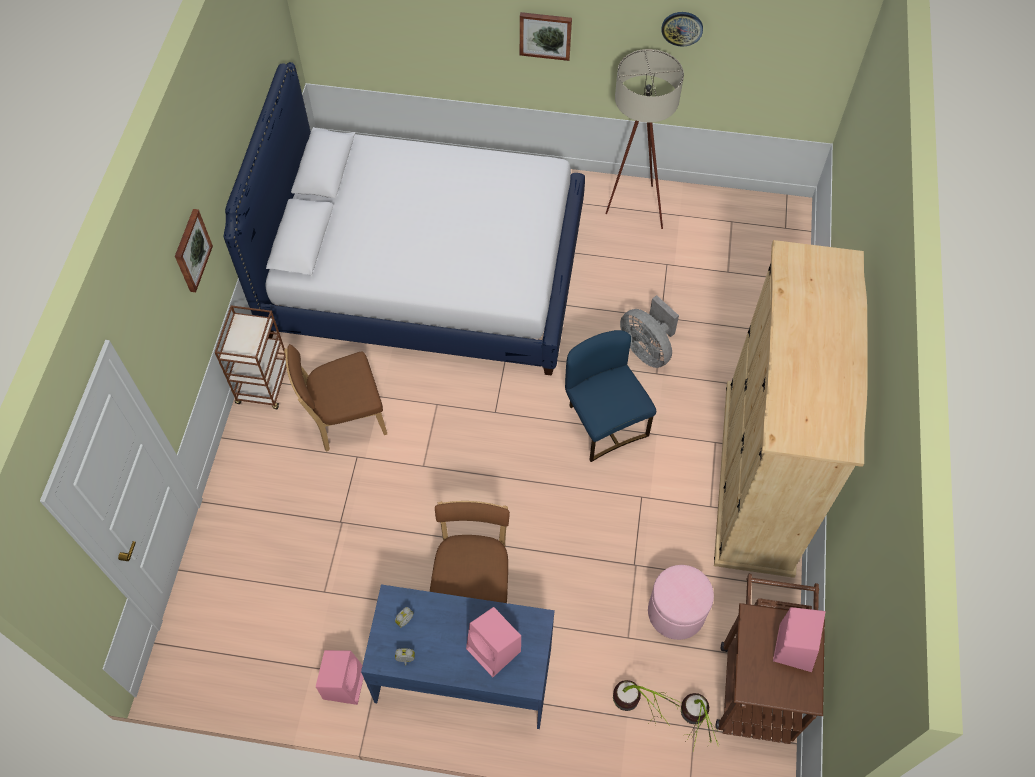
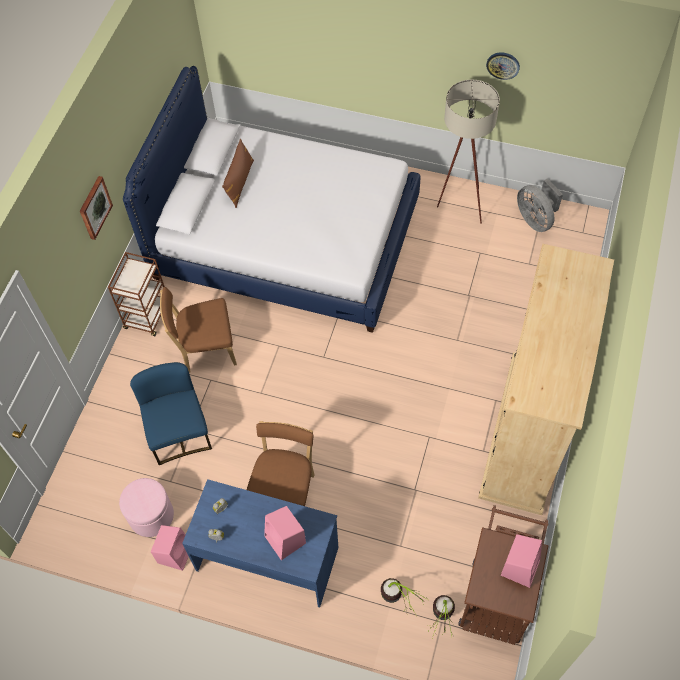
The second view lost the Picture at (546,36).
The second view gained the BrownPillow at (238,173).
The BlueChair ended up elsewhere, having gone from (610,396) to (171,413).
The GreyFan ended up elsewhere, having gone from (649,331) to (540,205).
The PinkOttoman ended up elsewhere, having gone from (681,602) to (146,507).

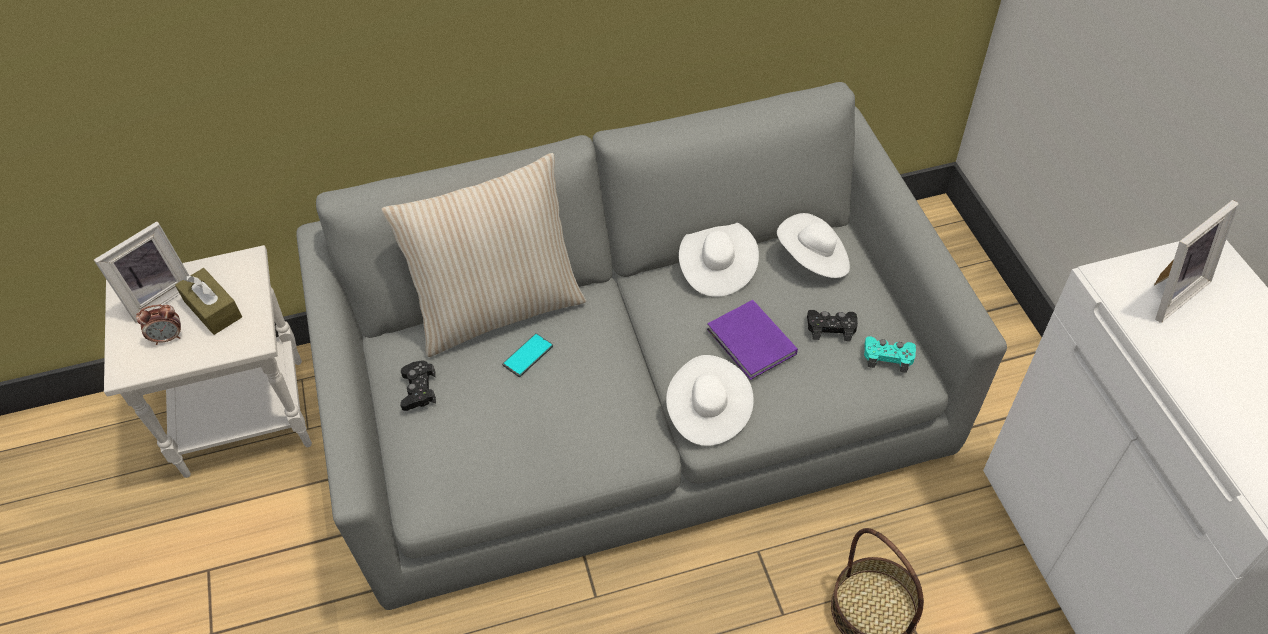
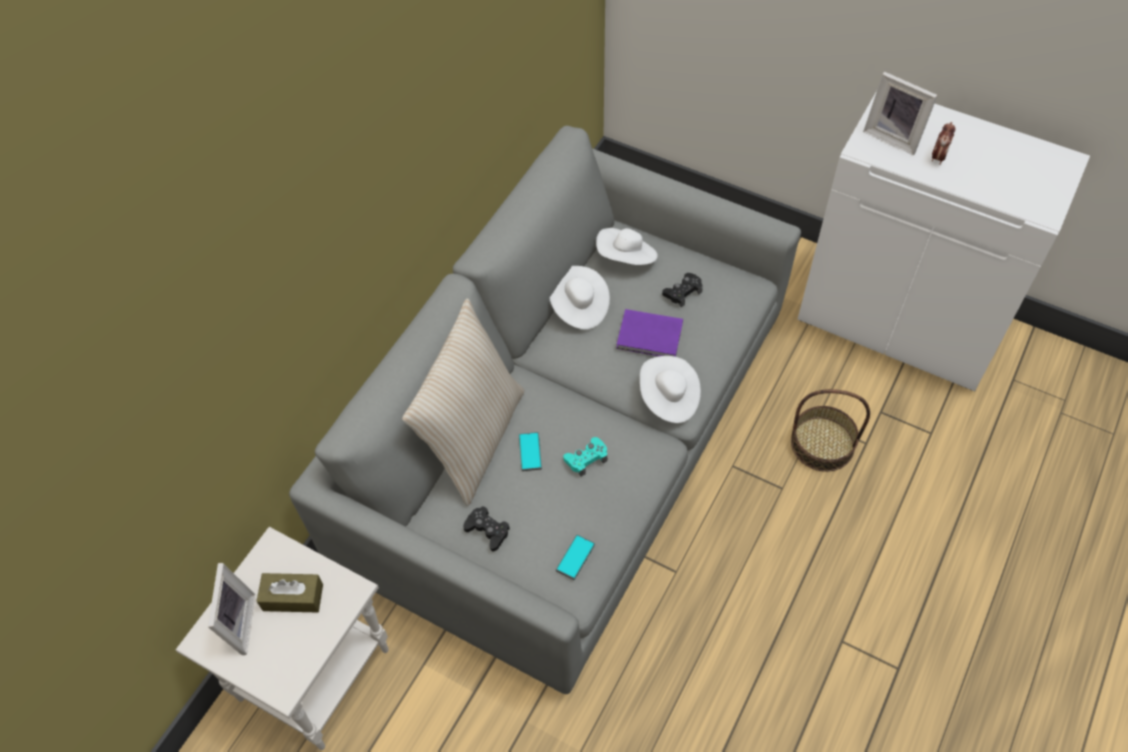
The second view gained the Phone at (575,557).
The AlarmClock ended up elsewhere, having gone from (158,325) to (943,143).
The TurquoiseGameController ended up elsewhere, having gone from (890,354) to (585,457).
The PictureFrame at (1196,261) ended up facing another way, 120 degrees clockwise from before.

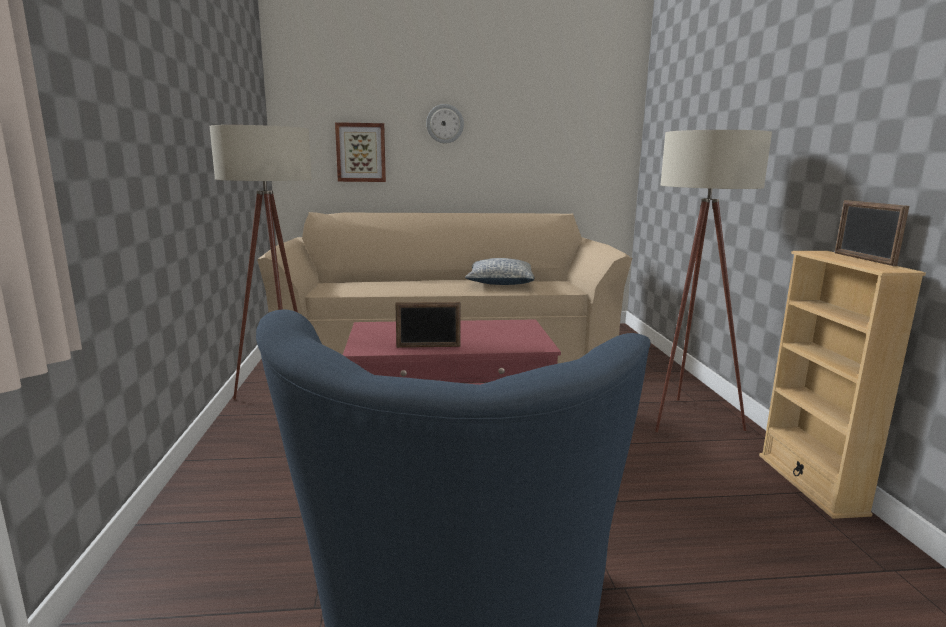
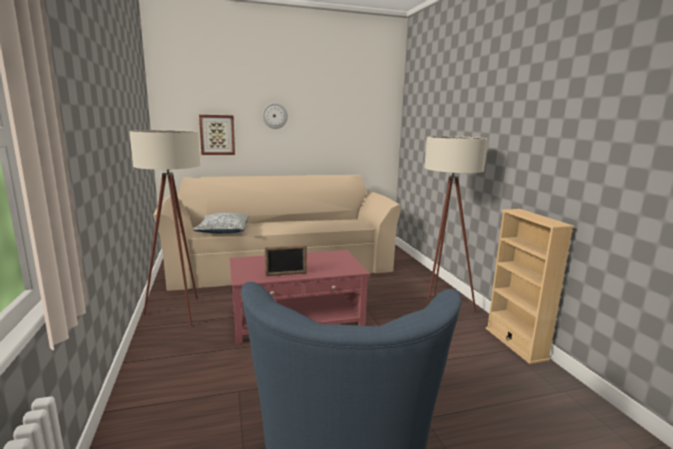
The second view lost the PictureFrame at (872,233).
The Pillow ended up elsewhere, having gone from (500,271) to (221,223).

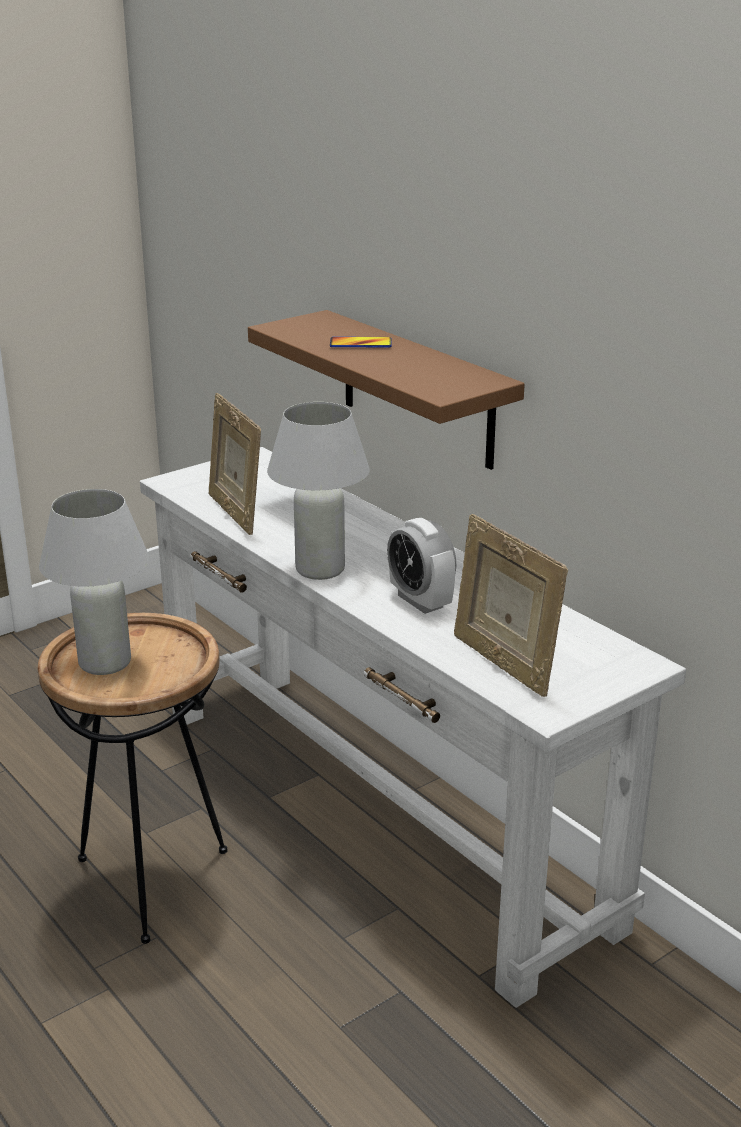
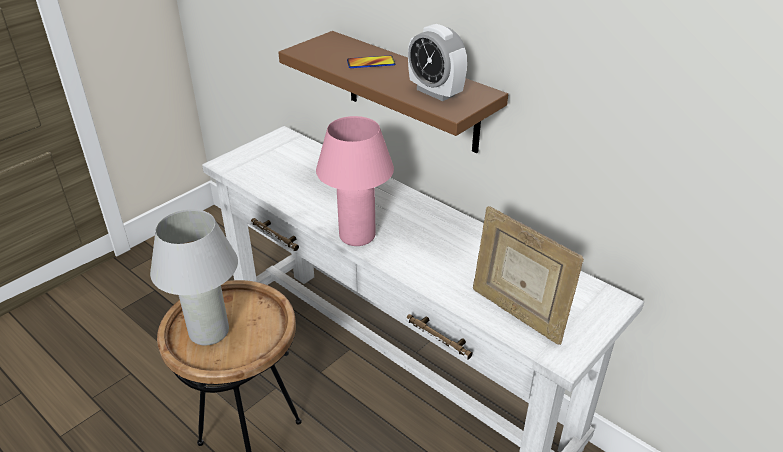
The second view lost the PictureFrame at (235,464).
The AlarmClock ended up elsewhere, having gone from (421,566) to (437,62).
What was the WhiteTableLamp at (318,491) turned into the PinkTableLamp at (355,181).

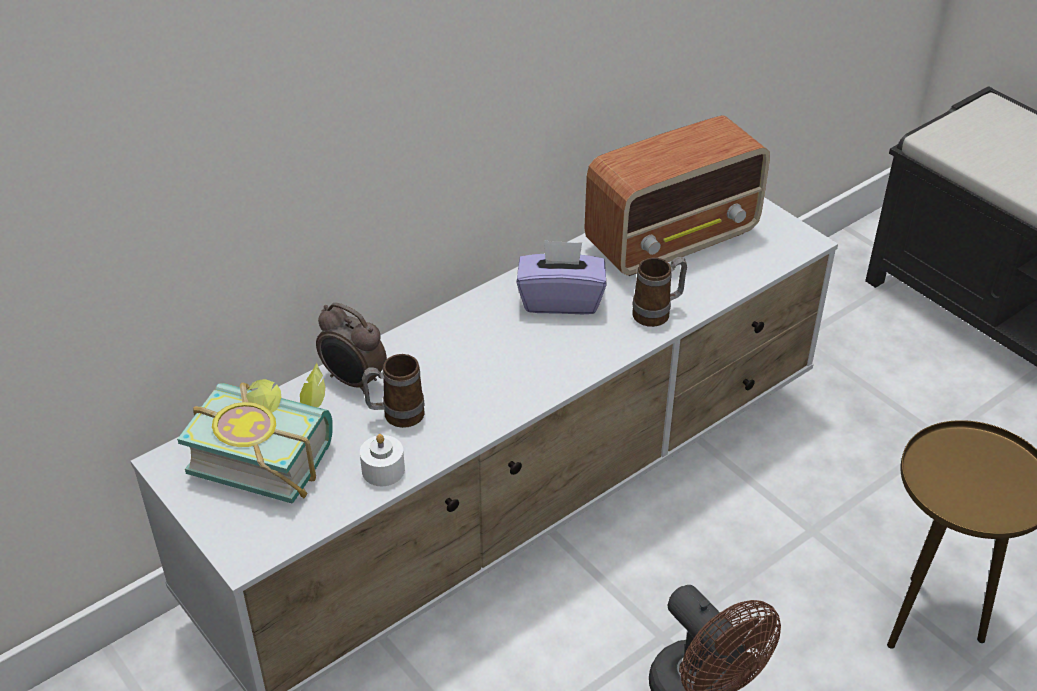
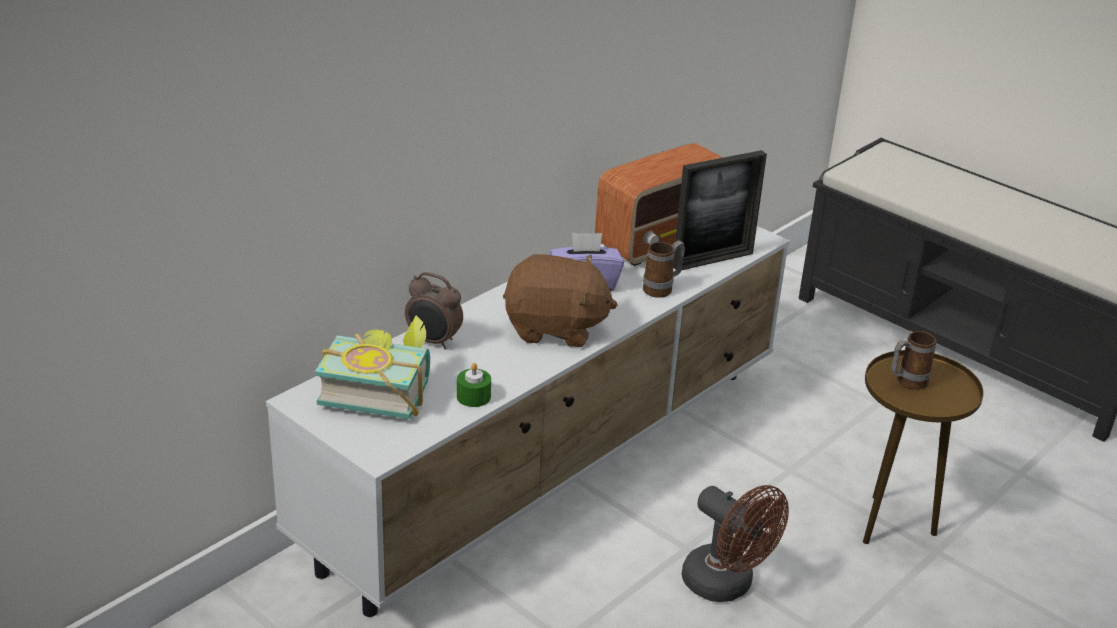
The second view gained the BrownPlushToy at (560,300).
The second view gained the PictureFrame at (720,210).
The Mug ended up elsewhere, having gone from (393,391) to (913,360).
What was the WhiteCandle at (382,460) turned into the GreenCandle at (474,385).

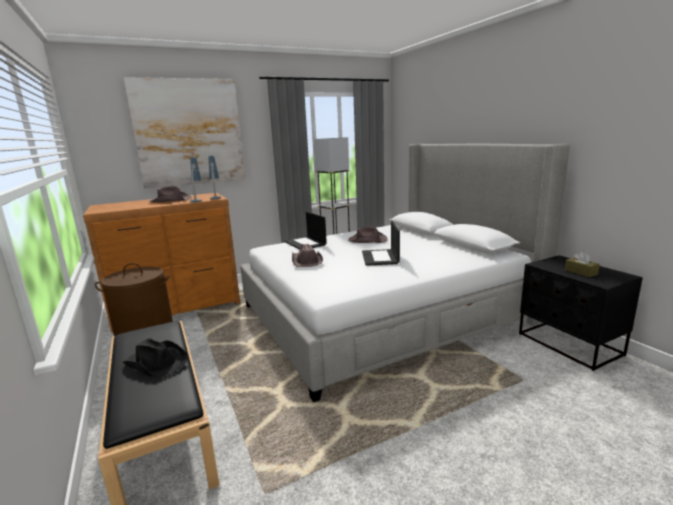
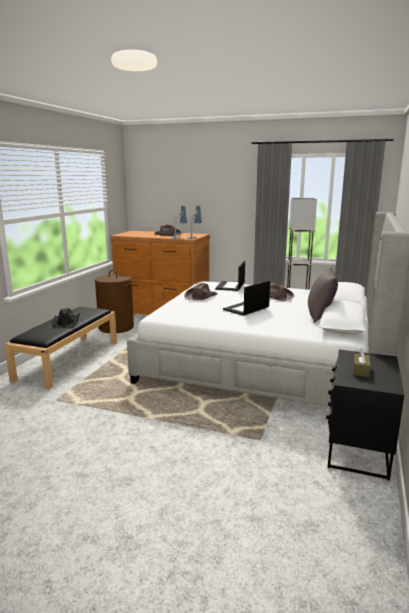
The second view lost the Picture at (184,133).
The second view gained the GreyPillow at (323,295).

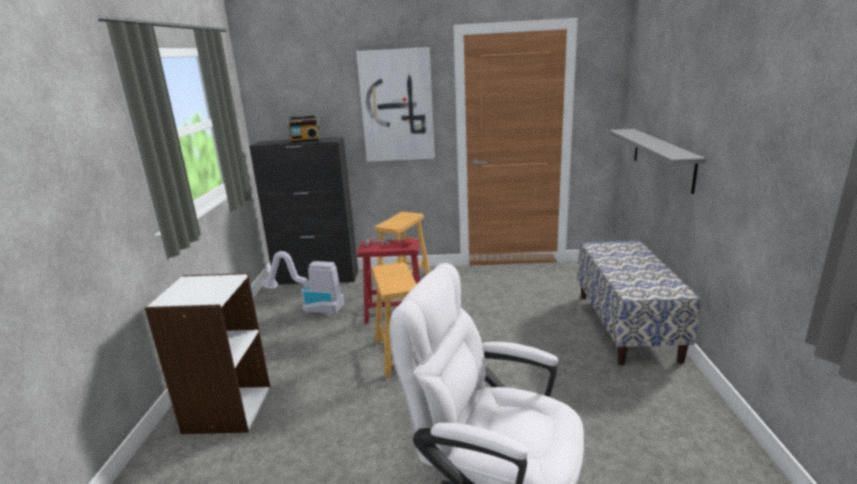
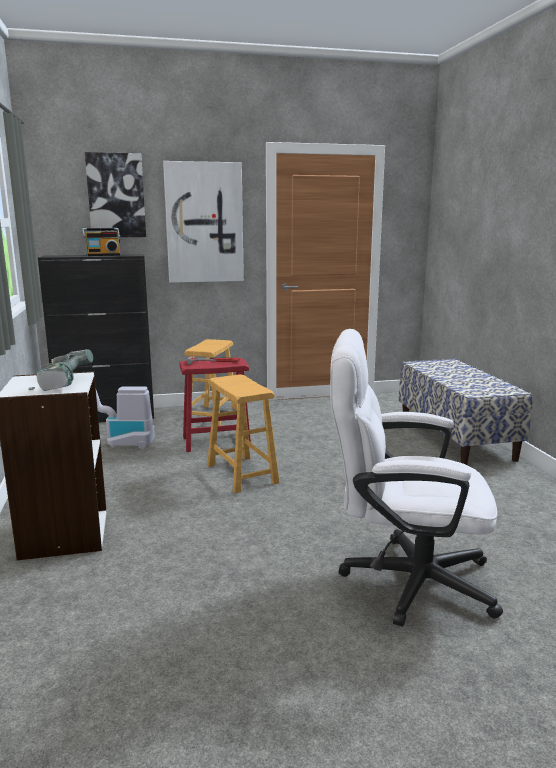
The second view lost the GreyShelf at (657,161).
The second view gained the PowerDrill at (61,370).
The second view gained the Picture at (115,194).

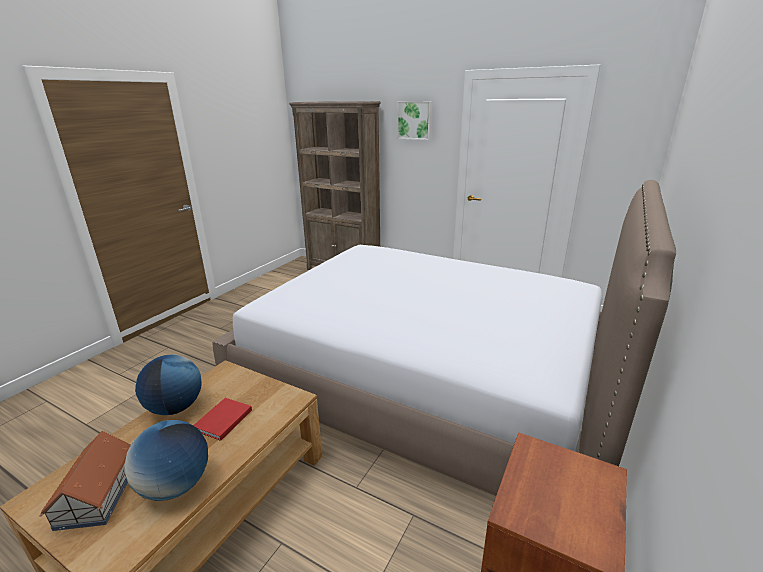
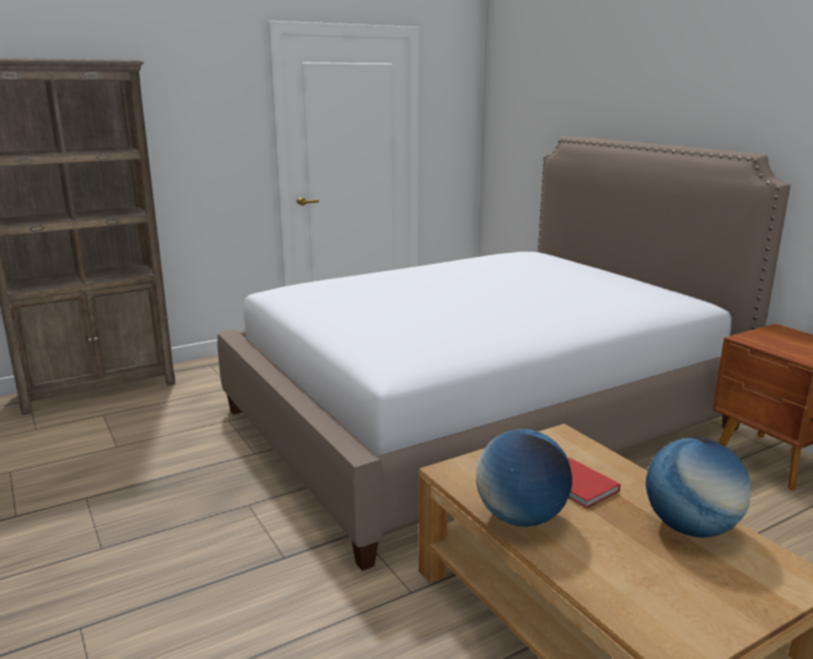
The second view lost the ToyHouse at (85,481).
The second view lost the Picture at (414,120).

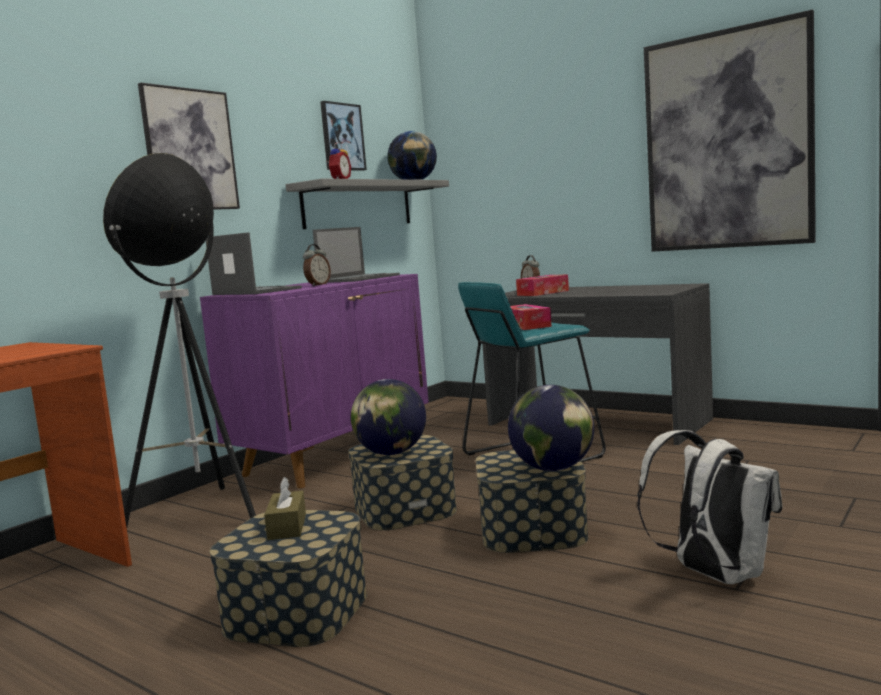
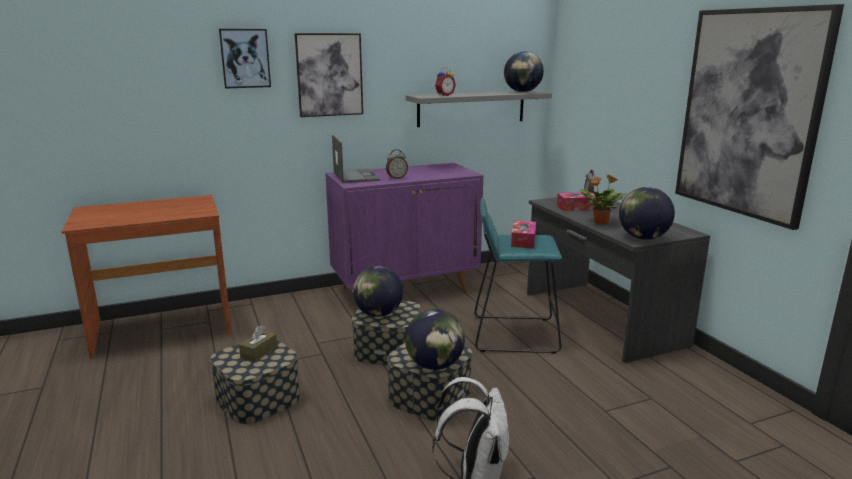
The second view lost the FloorLamp at (179,340).
The second view lost the Laptop at (356,255).
The second view gained the PottedPlant at (603,200).
The second view gained the Globe at (647,213).
The Picture ended up elsewhere, having gone from (343,136) to (245,59).

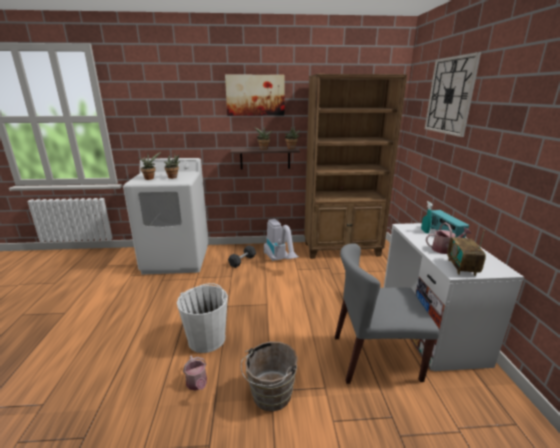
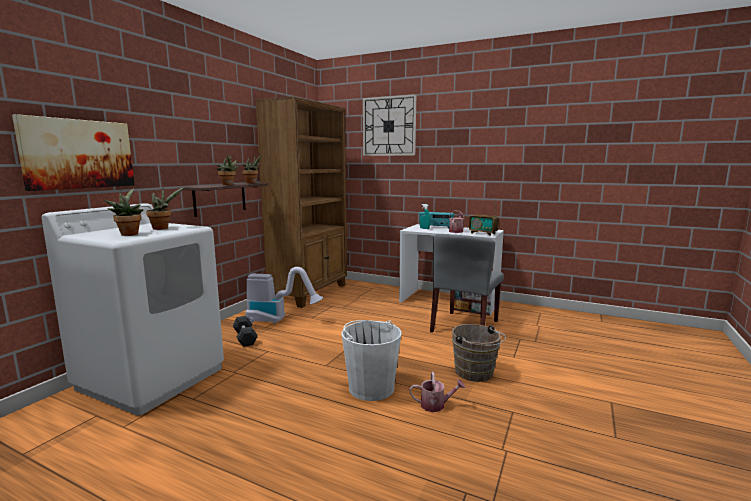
The Picture ended up elsewhere, having gone from (255,95) to (73,152).

